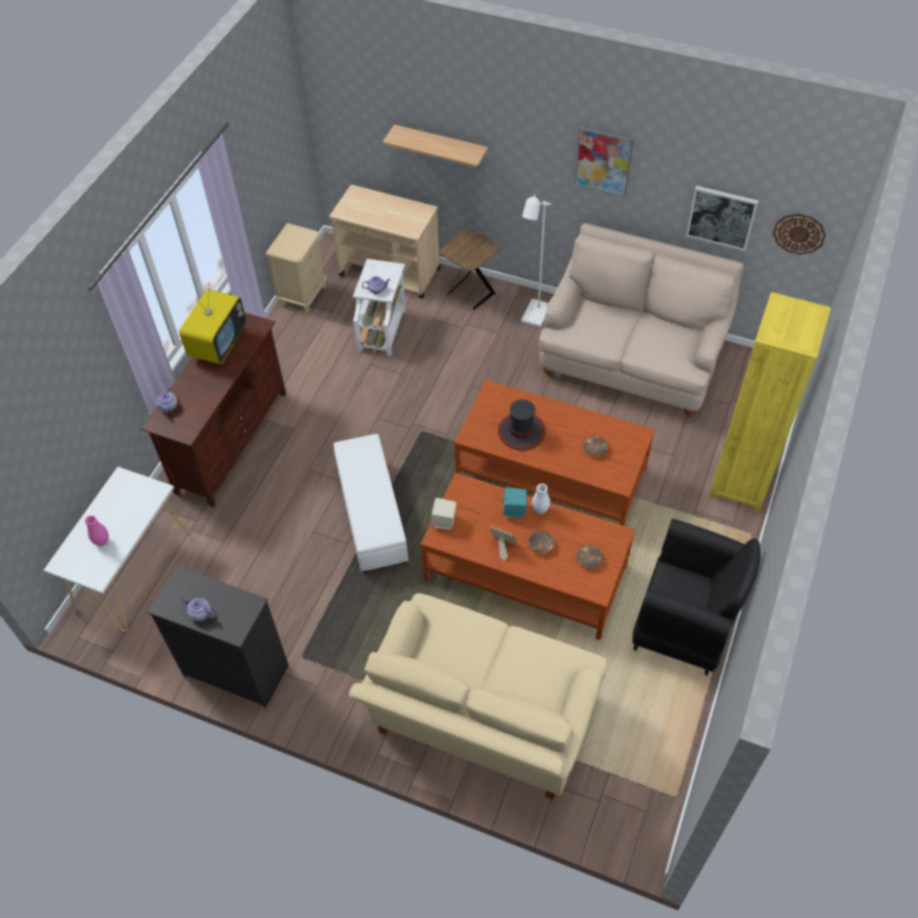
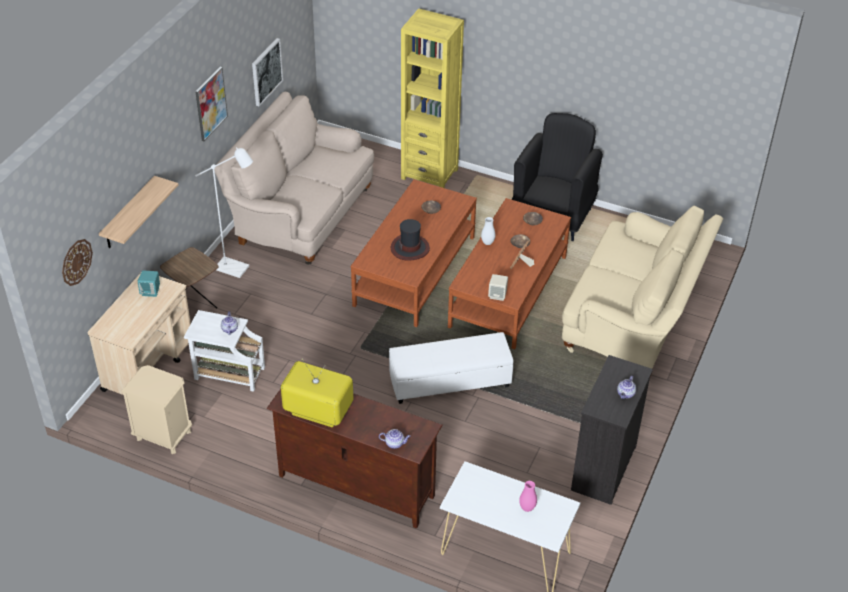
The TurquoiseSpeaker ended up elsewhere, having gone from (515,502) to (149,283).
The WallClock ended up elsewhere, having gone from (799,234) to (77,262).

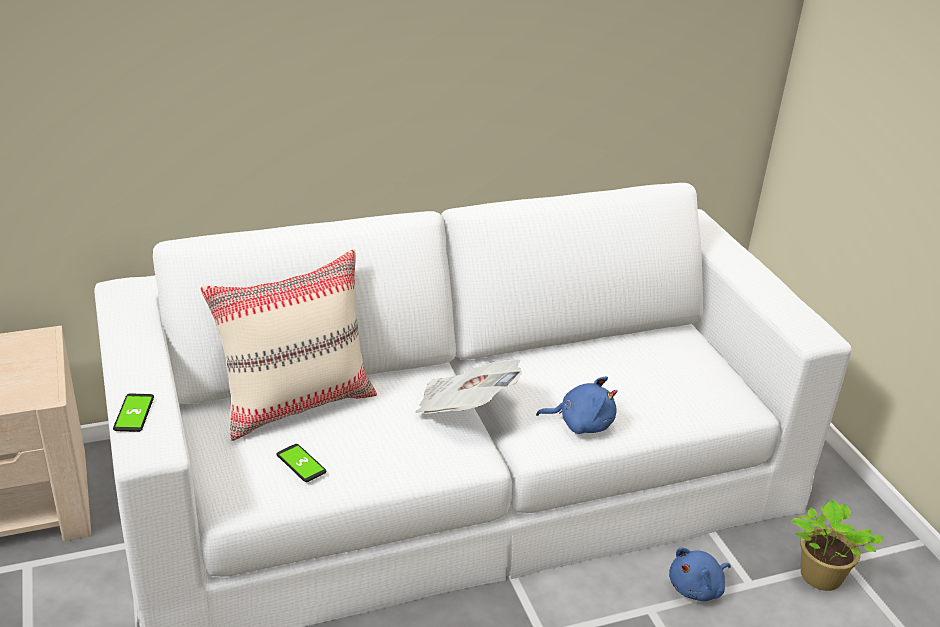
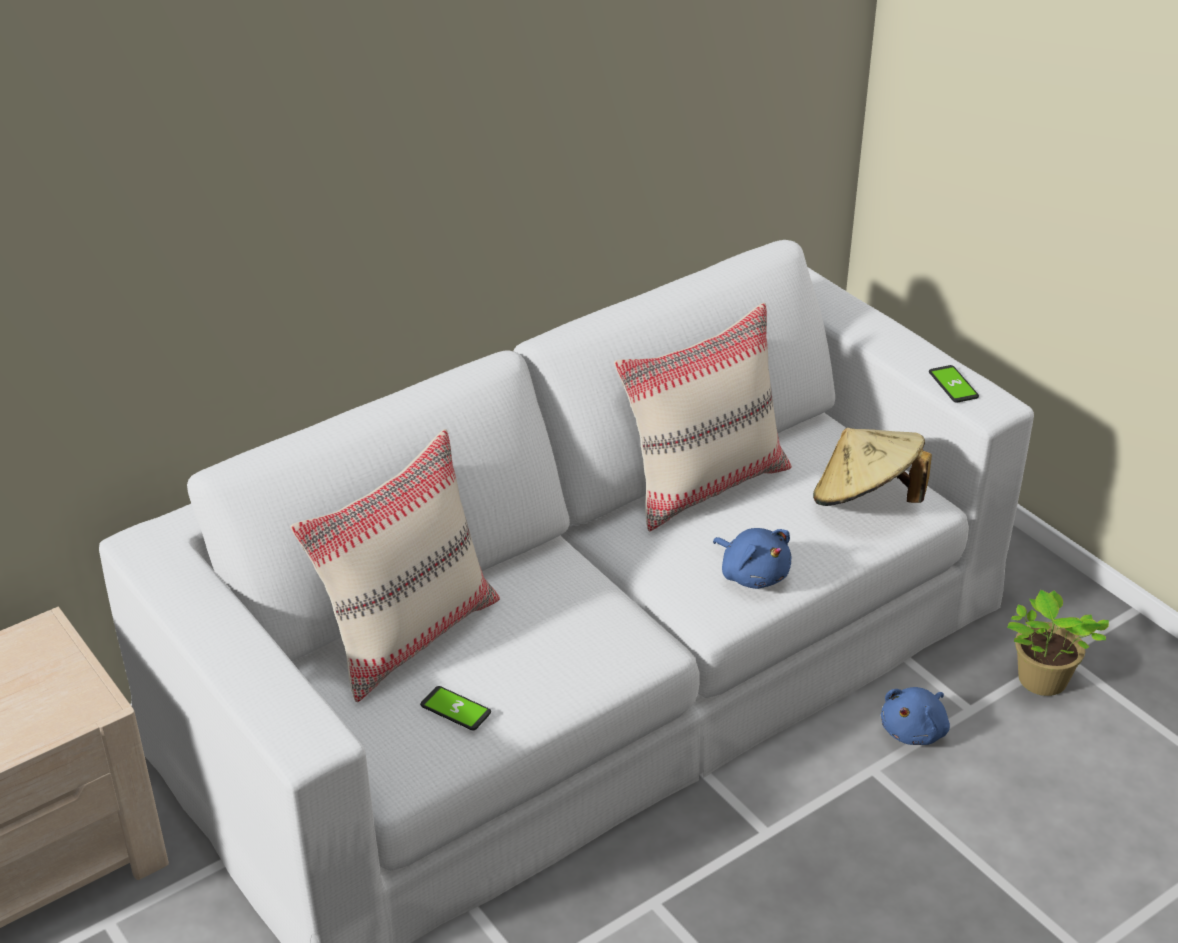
The second view lost the Newspaper at (469,386).
The second view gained the BeigePillow at (703,417).
The second view gained the BeigeHat at (872,467).
The Phone ended up elsewhere, having gone from (133,412) to (954,384).
The BluePlushToy at (577,405) ended up facing another way, 60 degrees clockwise from before.

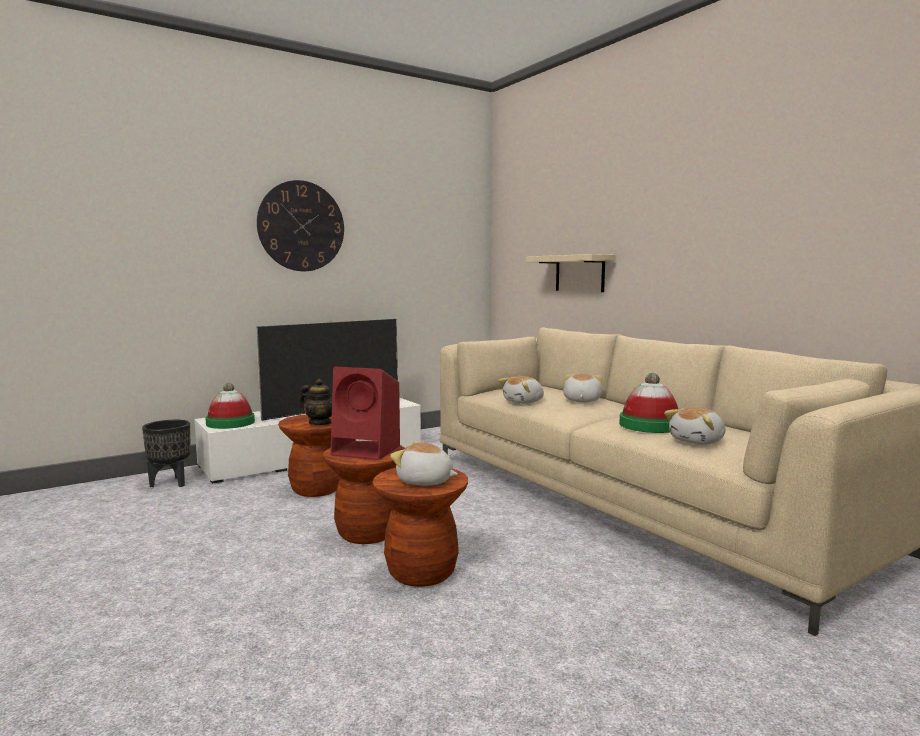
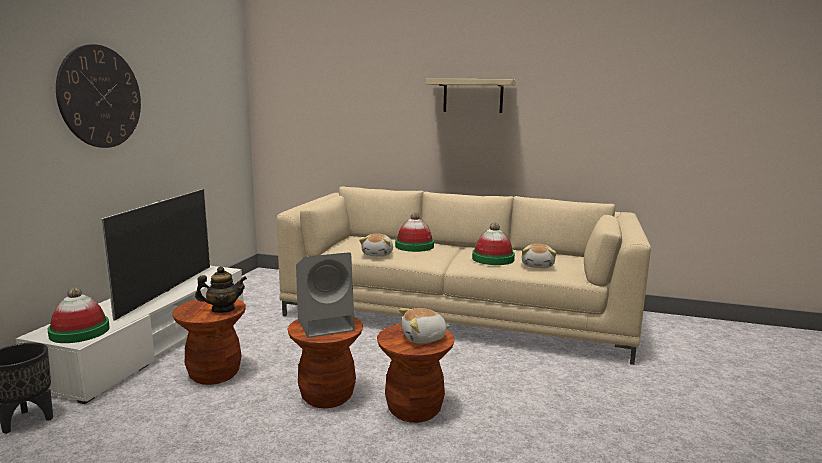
The BeigeShelf ended up elsewhere, having gone from (571,273) to (471,96).
Where the PlushToy stood at (582,388), the Hat came to stand at (414,232).
What was the RedSpeaker at (365,413) turned into the GreySpeaker at (325,295).

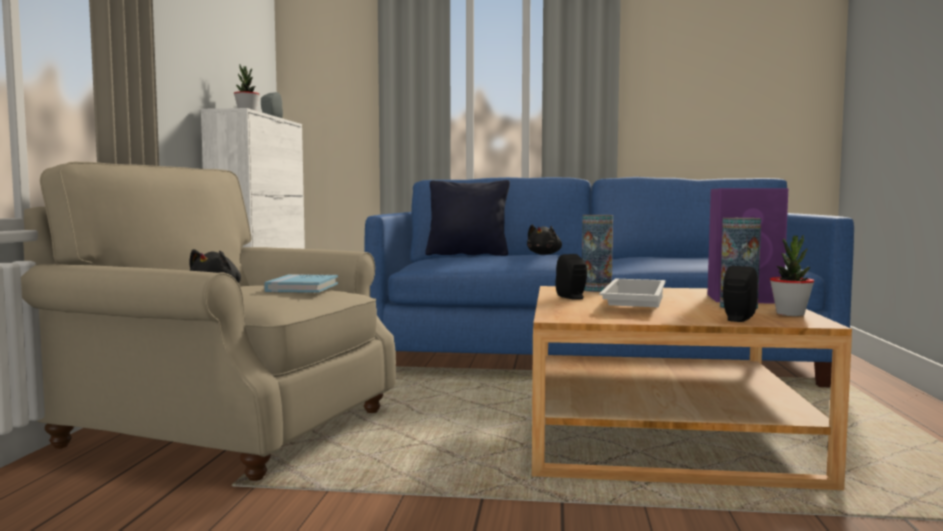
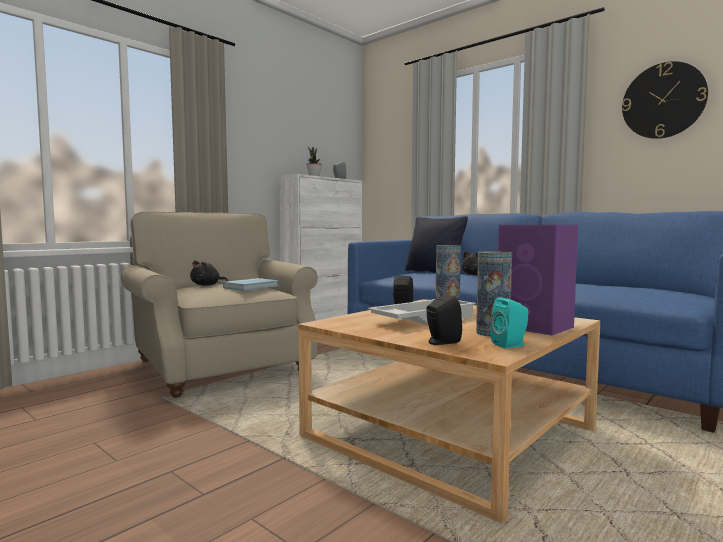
The second view gained the WallClock at (665,100).
Where the PottedPlant stood at (792,275), the TurquoiseSpeaker came to stand at (509,322).

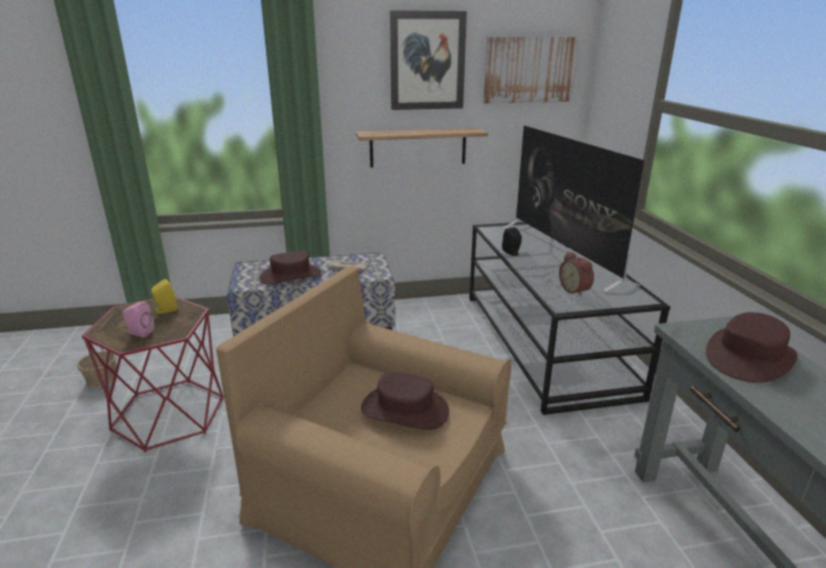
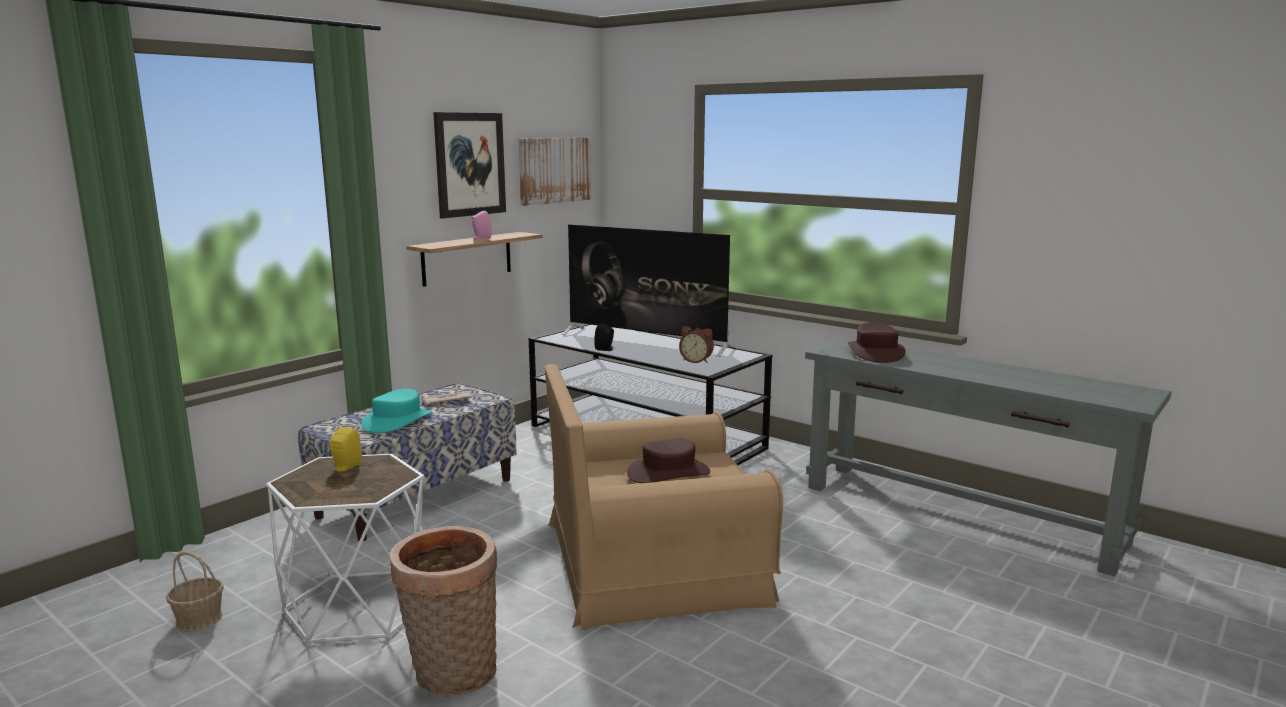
The second view gained the Basket at (443,611).
The PinkSpeaker ended up elsewhere, having gone from (138,319) to (481,225).
What was the RedSideTable at (153,374) turned into the WhiteSideTable at (345,549).
What was the BrownHat at (291,268) turned into the TurquoiseHat at (396,411).

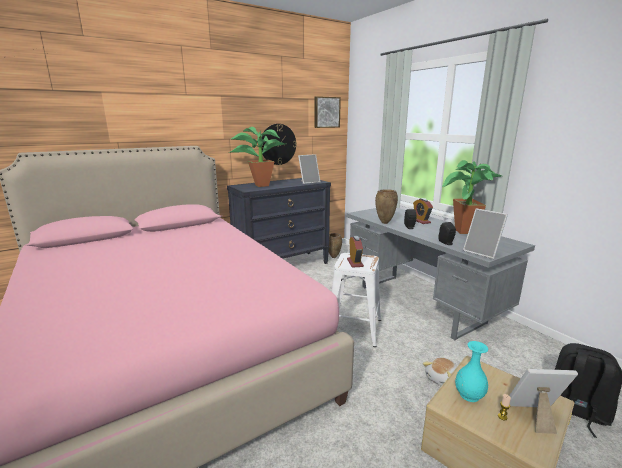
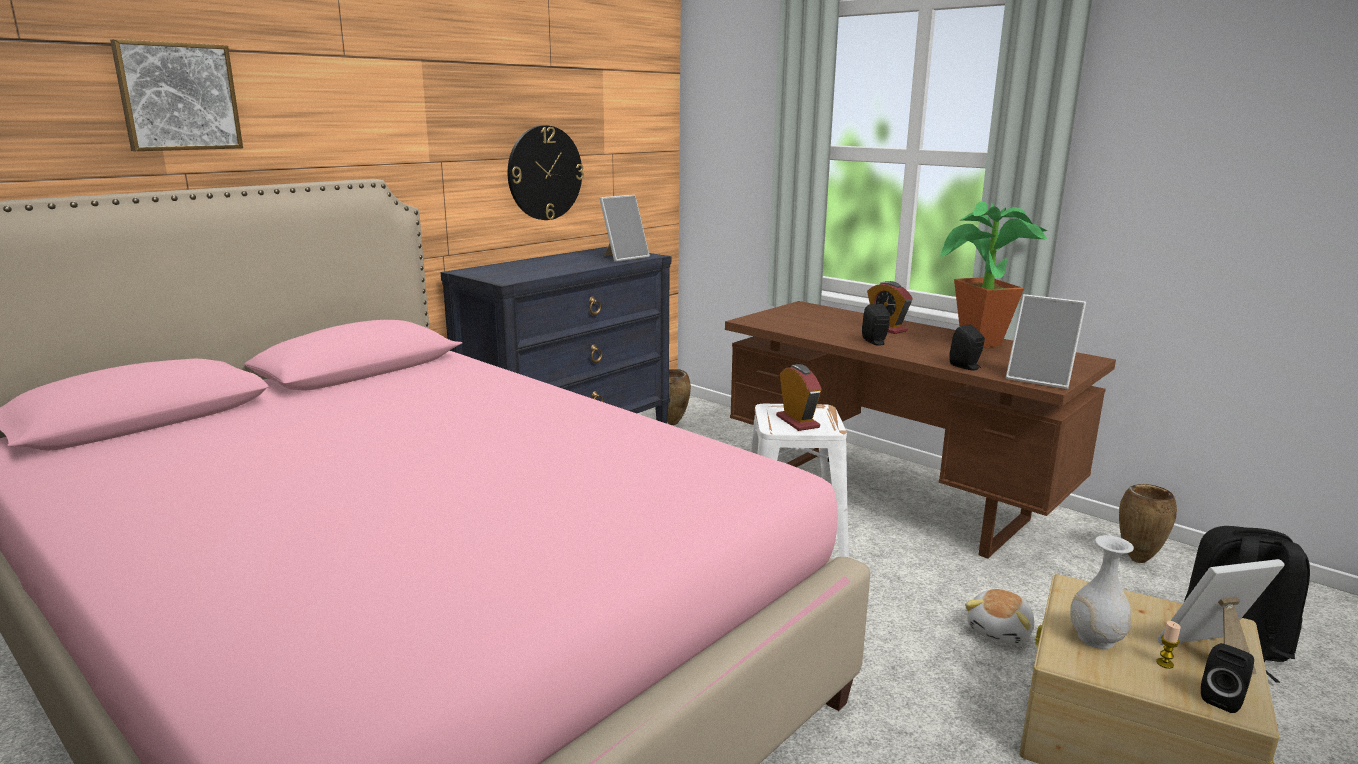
The second view lost the PottedPlant at (256,157).
The second view gained the BlackSpeaker at (1227,678).
The Picture ended up elsewhere, having gone from (328,112) to (176,95).
The BrownVase ended up elsewhere, having gone from (386,206) to (1148,523).
What was the GreyDesk at (440,274) turned into the BrownDesk at (920,430).
What was the TurquoiseVase at (471,371) turned into the WhiteVase at (1102,592).

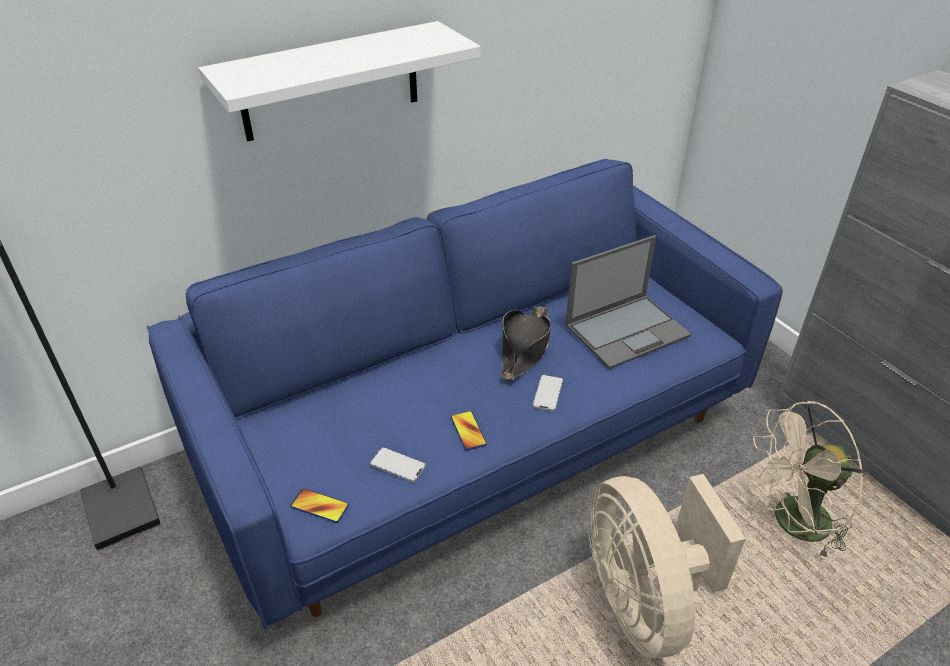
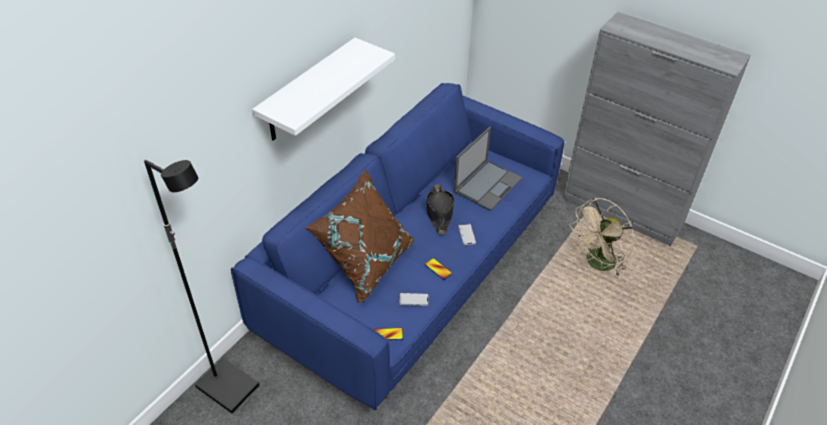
The second view lost the BeigeFan at (667,566).
The second view gained the BrownPillow at (359,236).

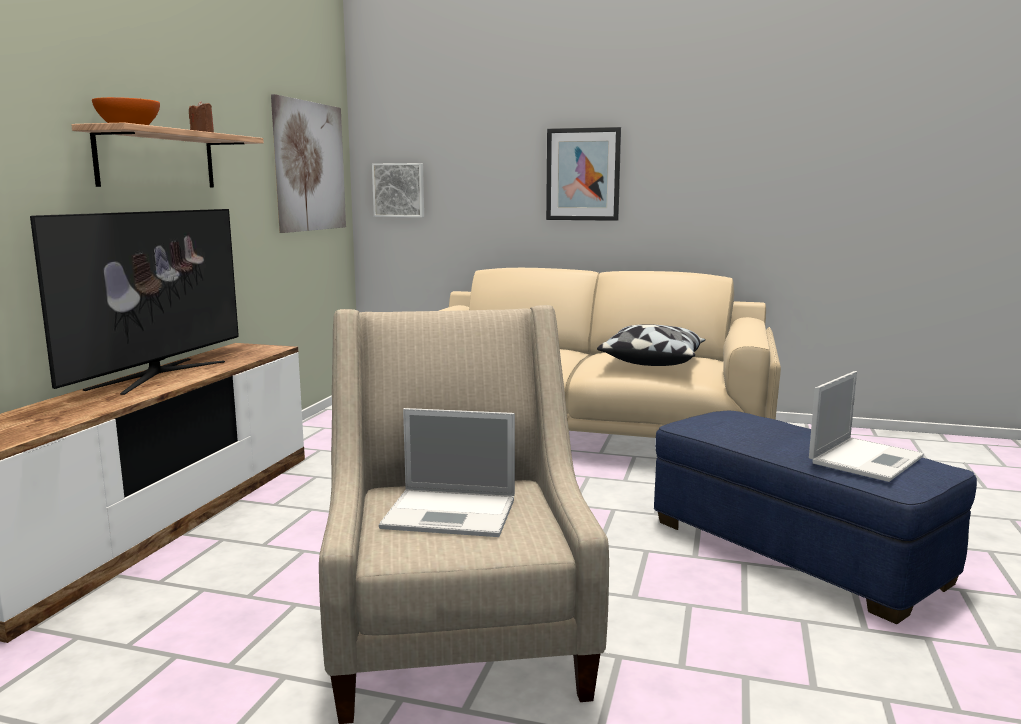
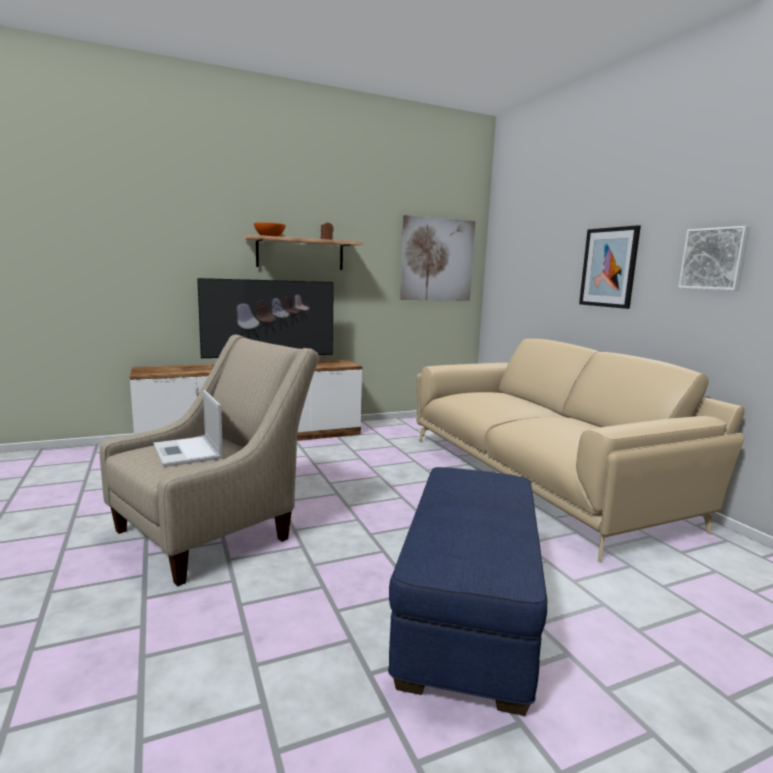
The second view lost the Pillow at (651,345).
The second view lost the Laptop at (866,426).
The Picture ended up elsewhere, having gone from (398,190) to (714,258).

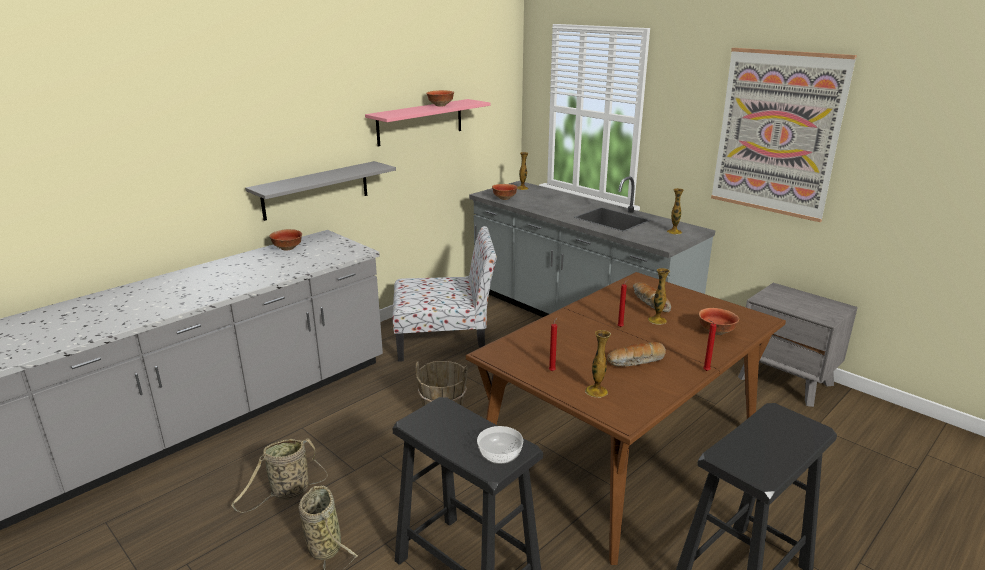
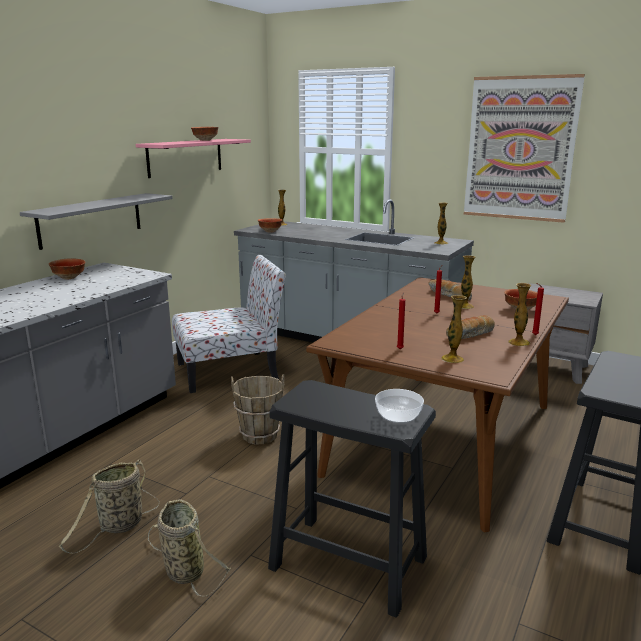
The second view gained the Vase at (519,315).

